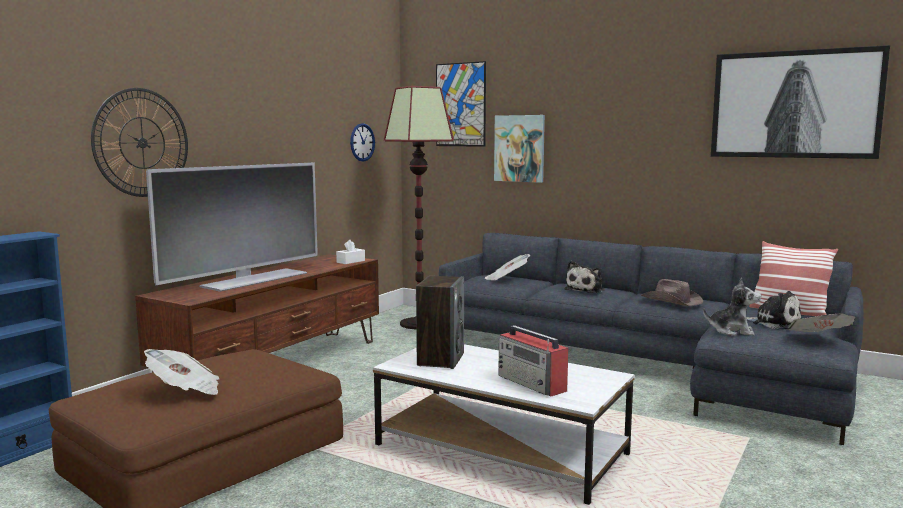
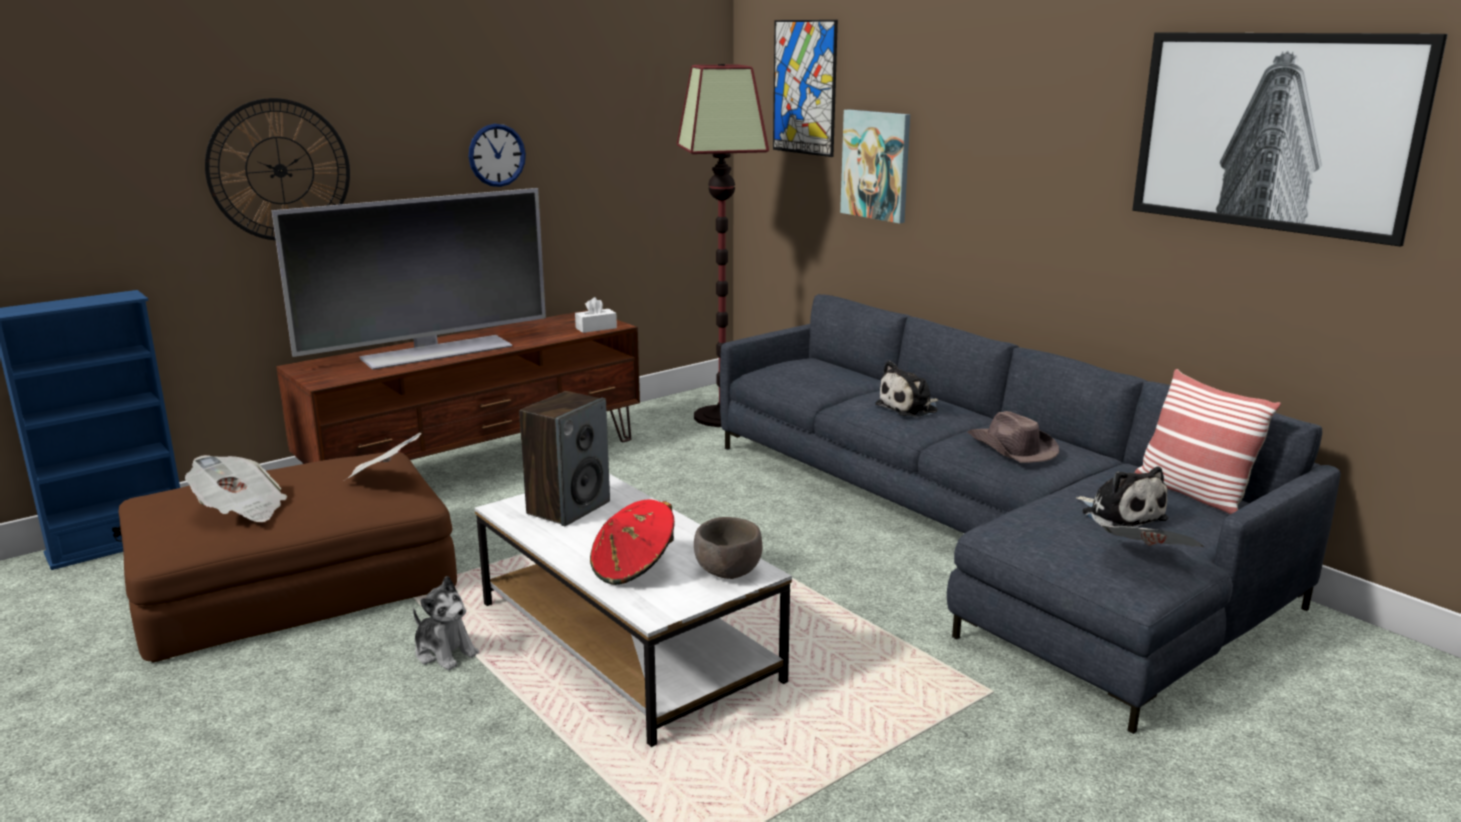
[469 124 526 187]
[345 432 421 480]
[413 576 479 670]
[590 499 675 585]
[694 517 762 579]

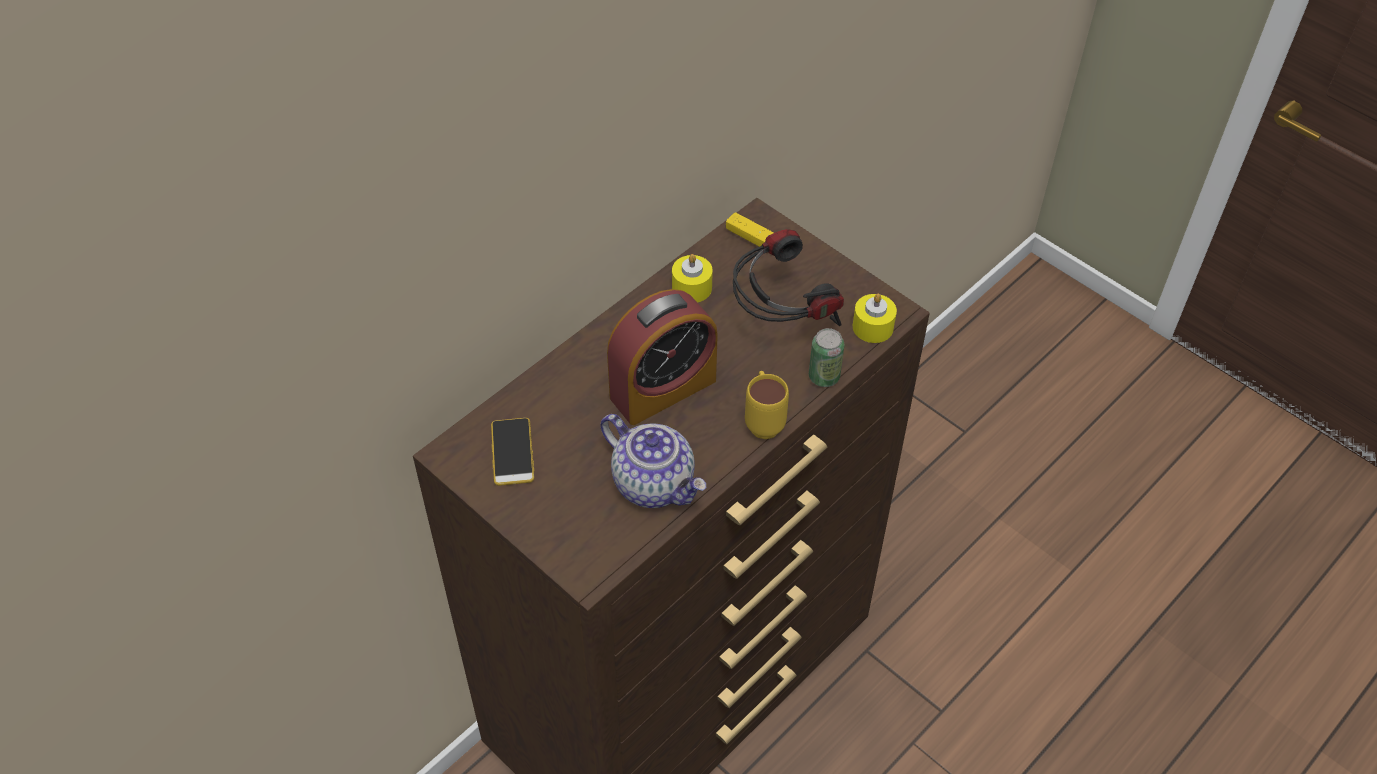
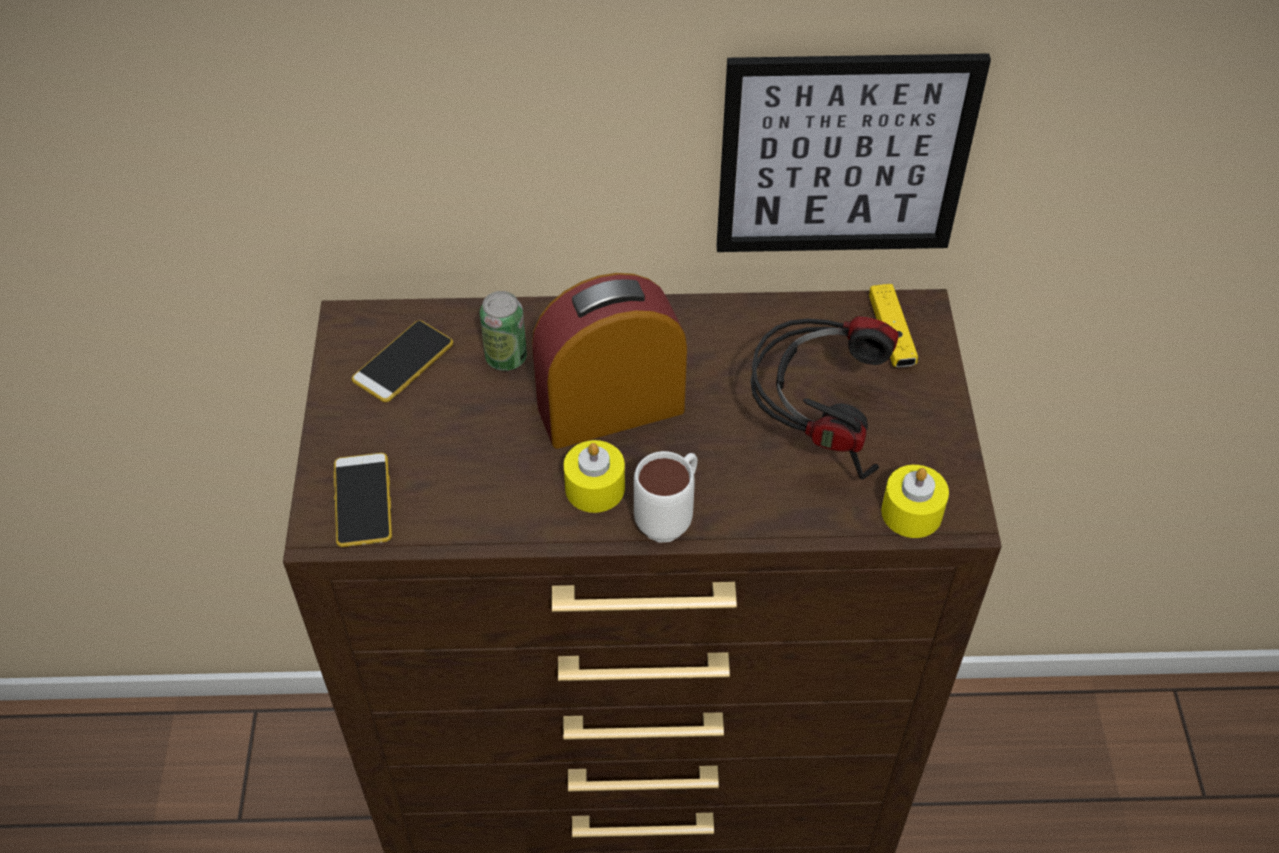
[564 440 625 513]
[532 273 687 449]
[480 291 527 371]
[634 451 698 543]
[600 414 706 508] (first image)
[717 53 991 252]
[334 453 392 547]

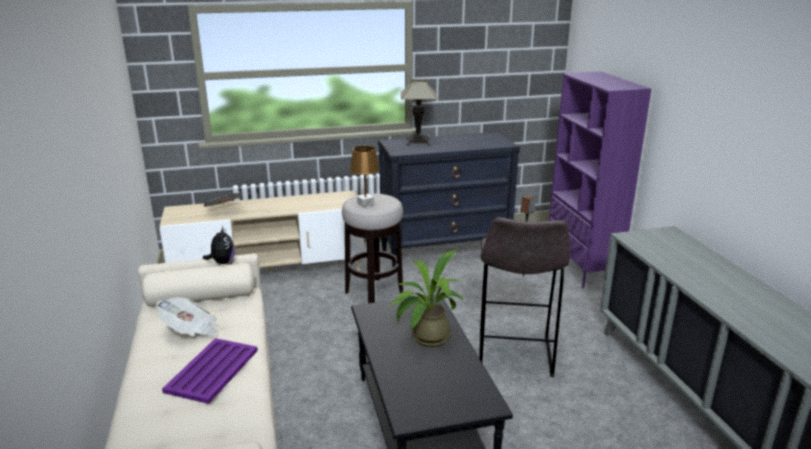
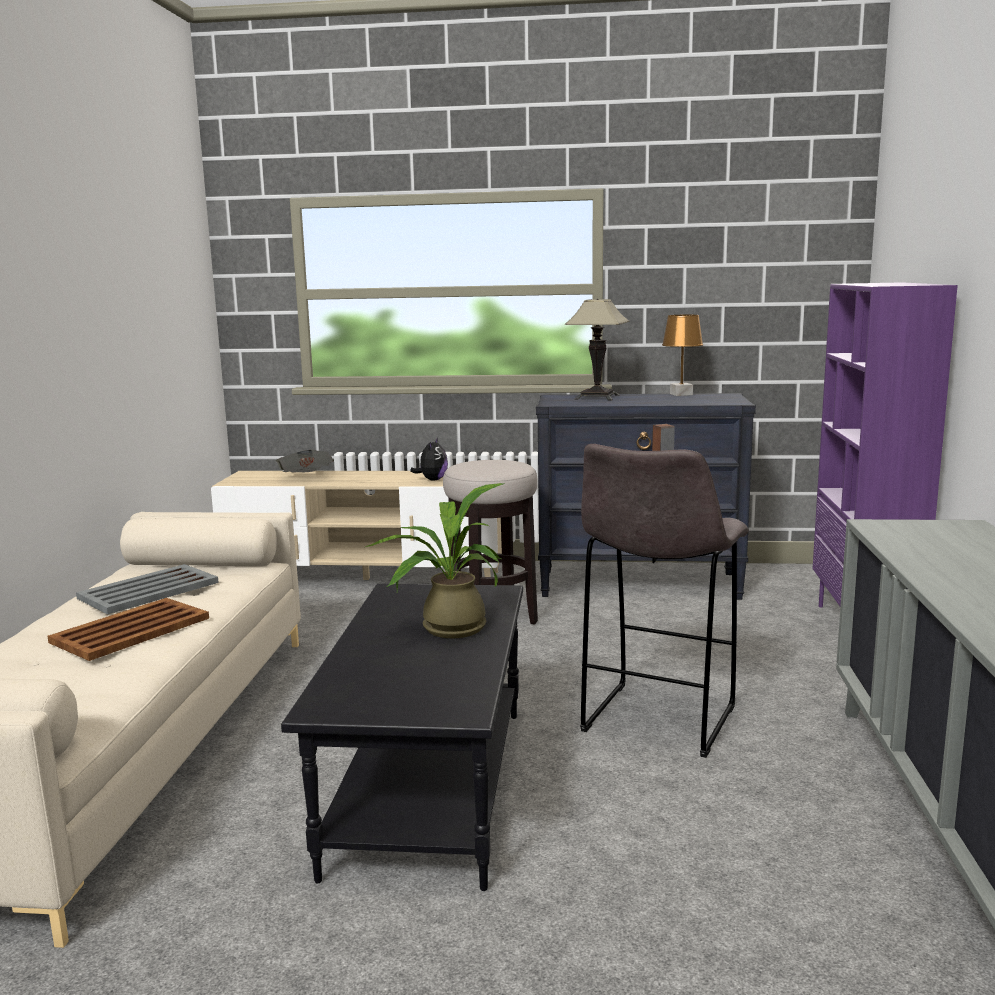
[662 315 703 396]
[410 437 448 481]
[76 564 219 614]
[47 598 209 661]

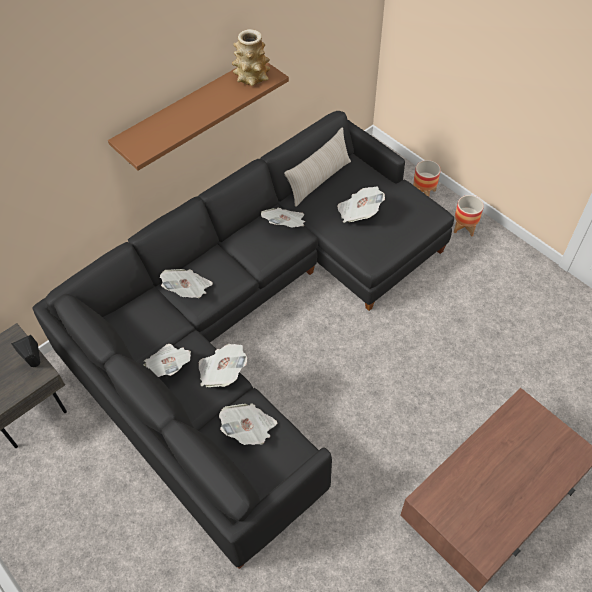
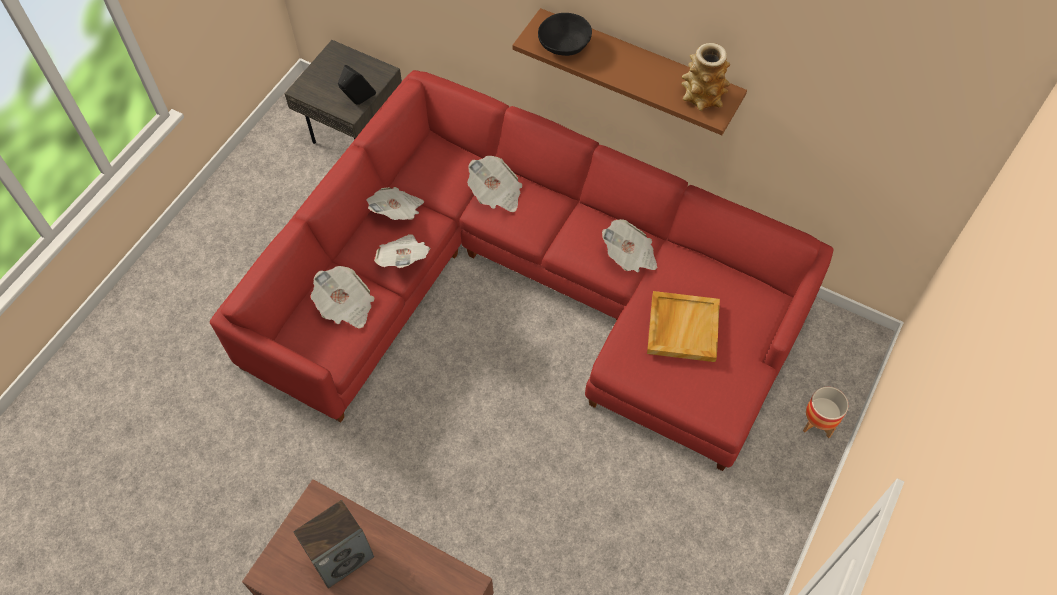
[210 70 834 471]
[284 127 351 207] (first image)
[647 291 720 362]
[454 195 484 237] (first image)
[538 13 592 56]
[294 500 374 588]

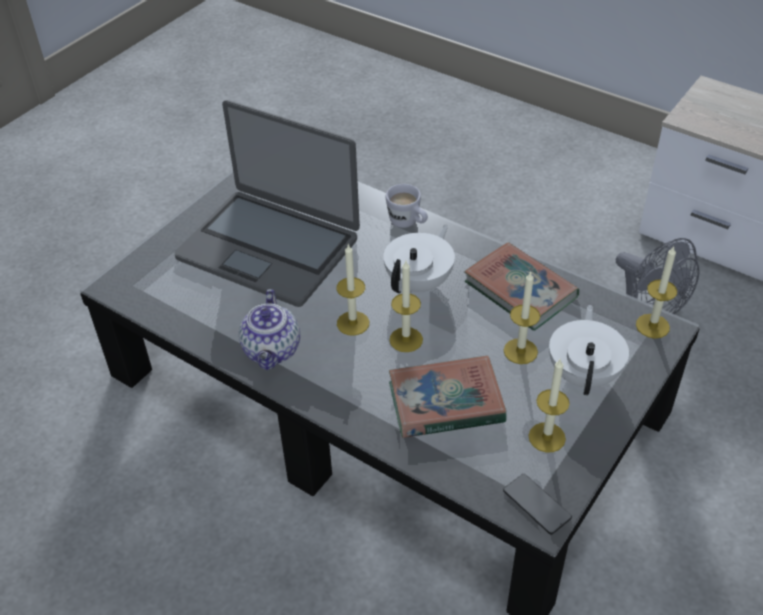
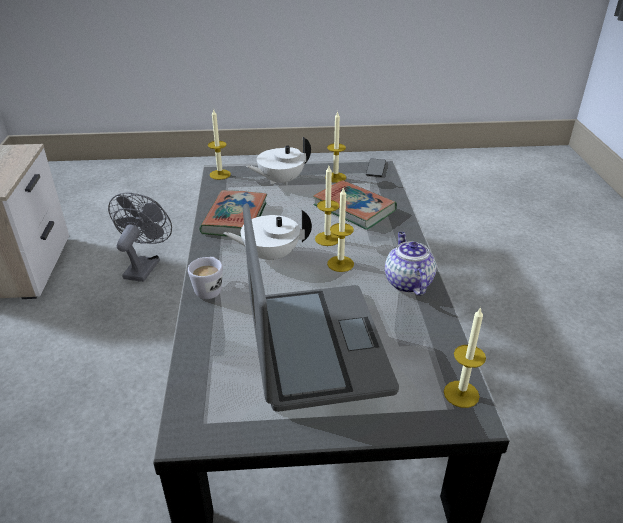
[444 307 486 408]
[385 232 436 296]

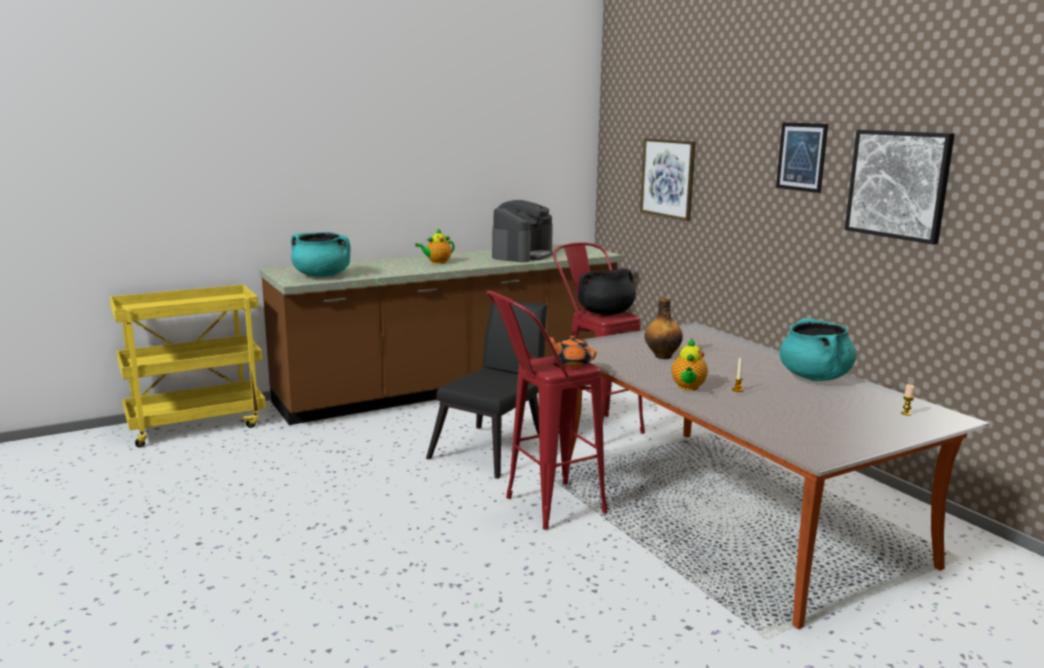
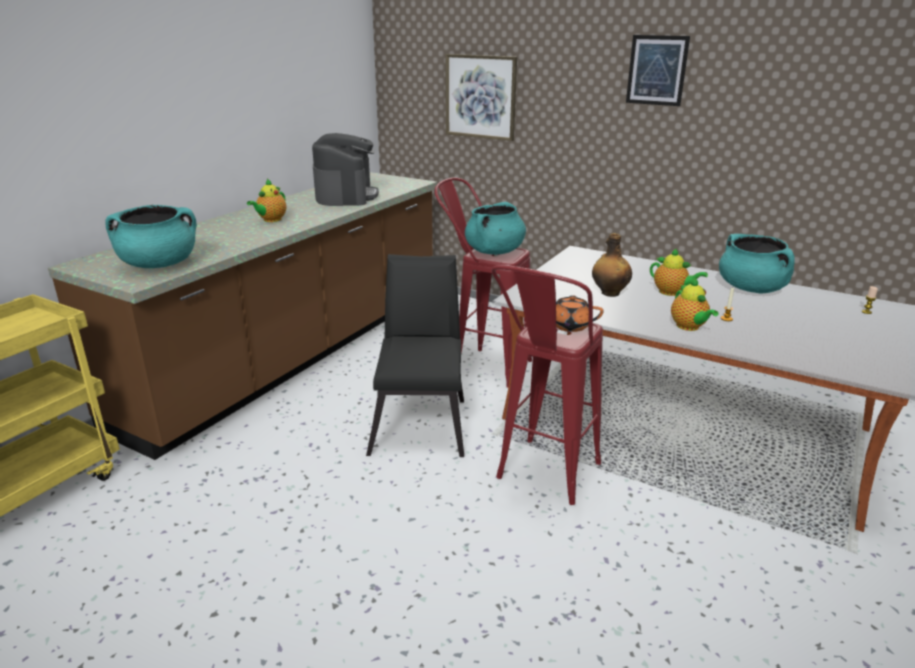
[845 130 955 244] (first image)
[465 202 526 255]
[650 248 708 296]

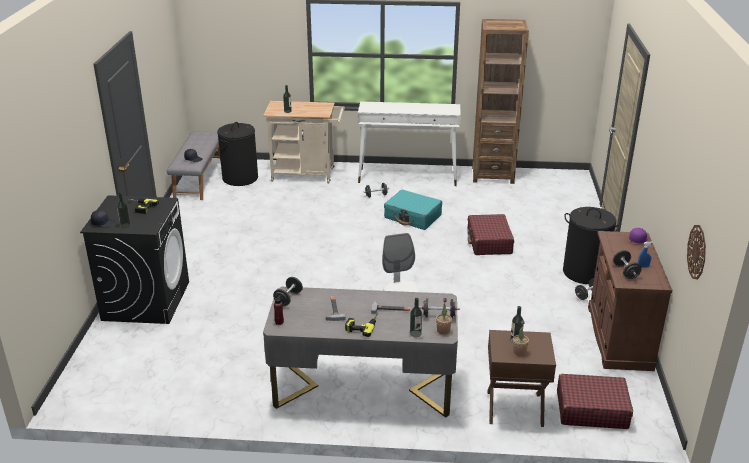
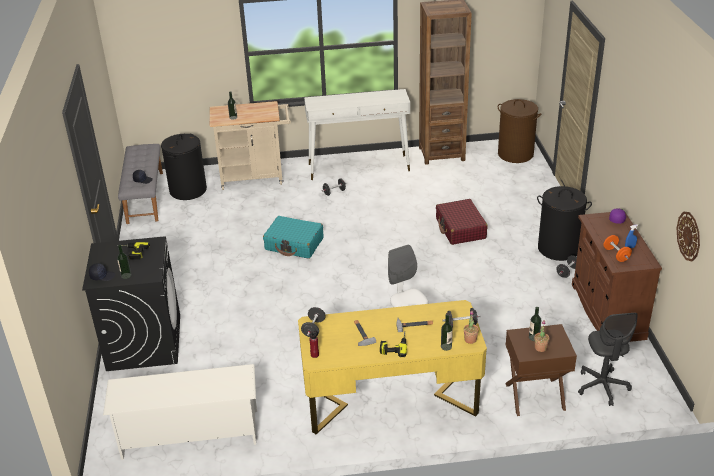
[263 216 324 259]
[604 235 632 262]
[298 300 487 434]
[578 313 638 406]
[498 99 542 163]
[103 364 257 460]

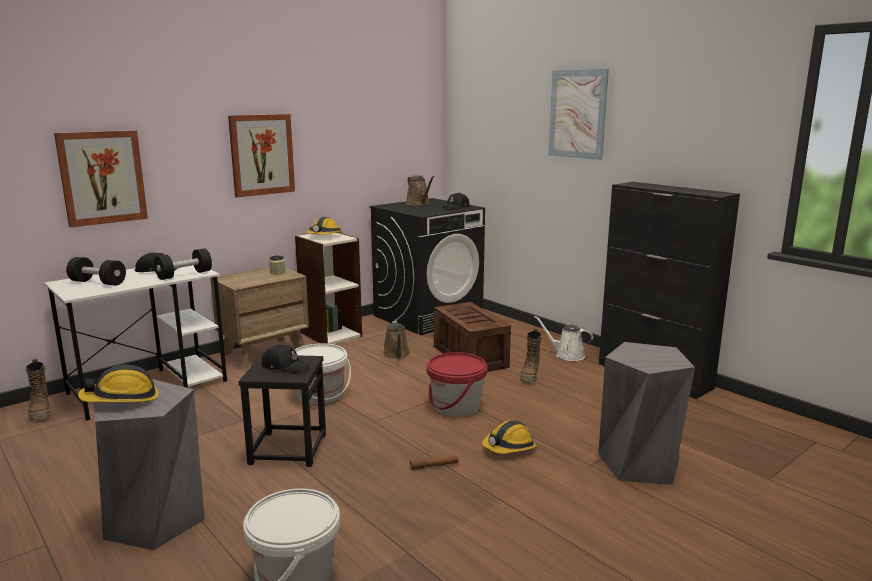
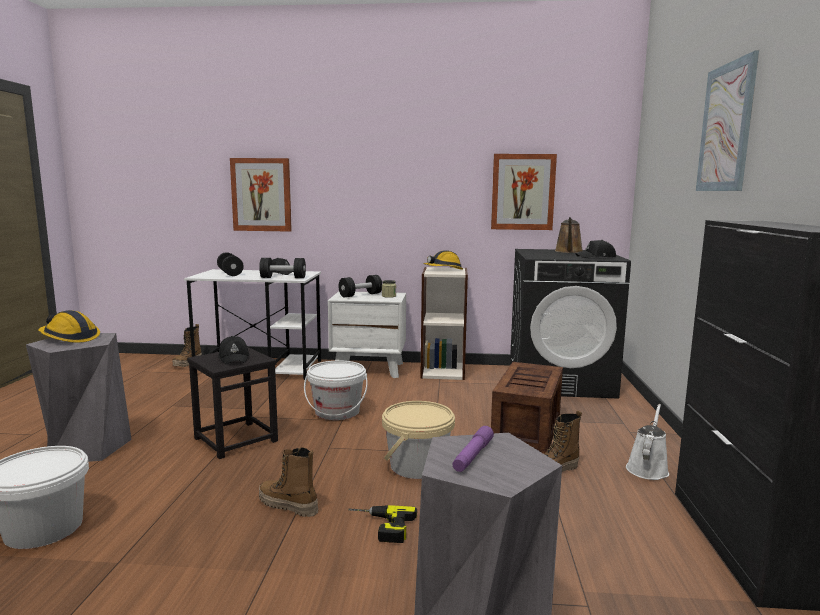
[491 154 557 230]
[328 291 406 378]
[626 404 669 480]
[383 321 410 359] (first image)
[382 401 455 479]
[348 505 417 543]
[259 447 318 517]
[339 275 382 297]
[452 426 494 472]

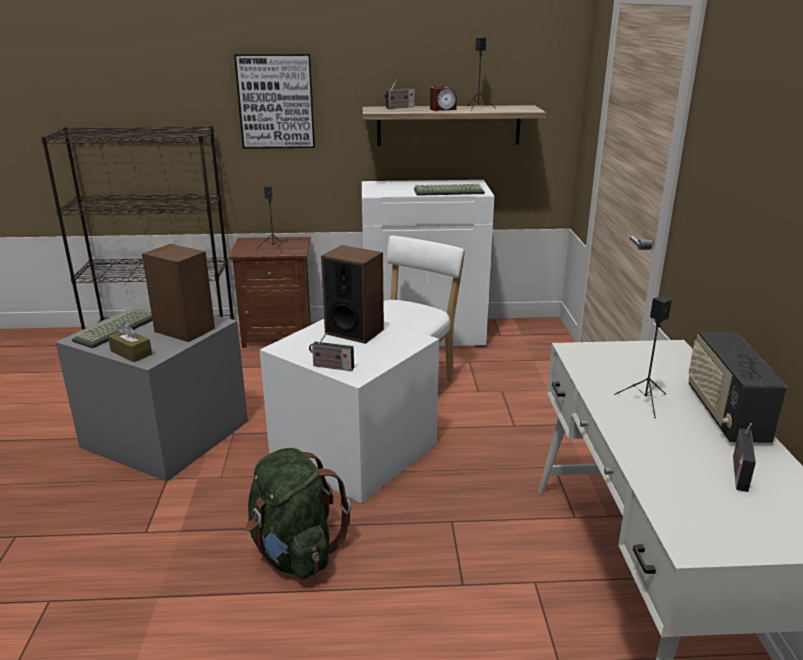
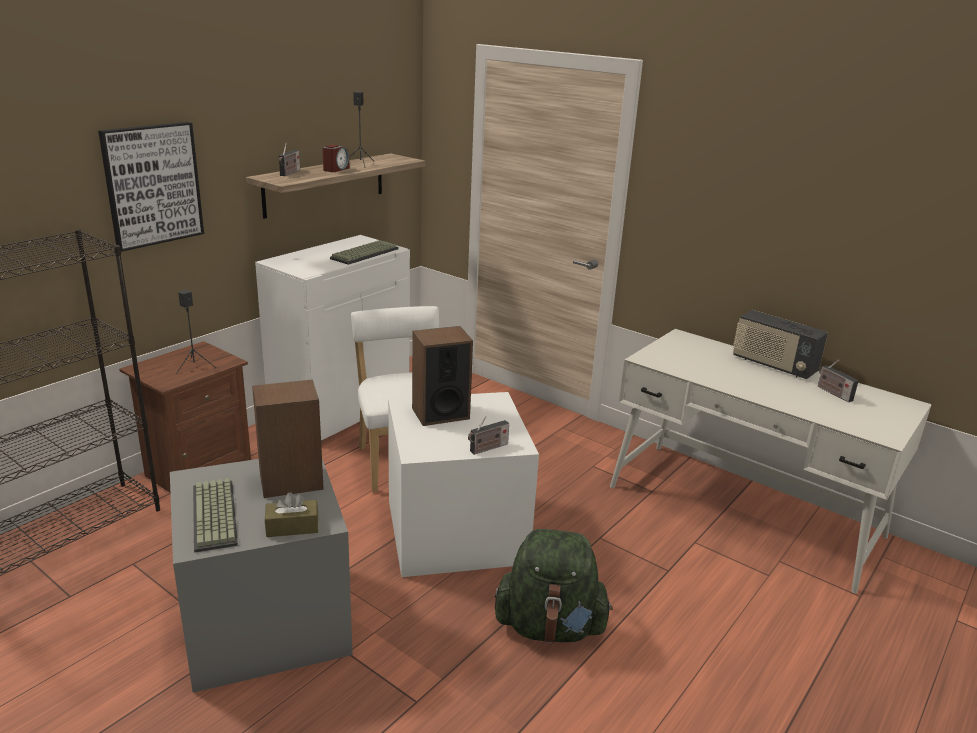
[614 296 672 418] (first image)

